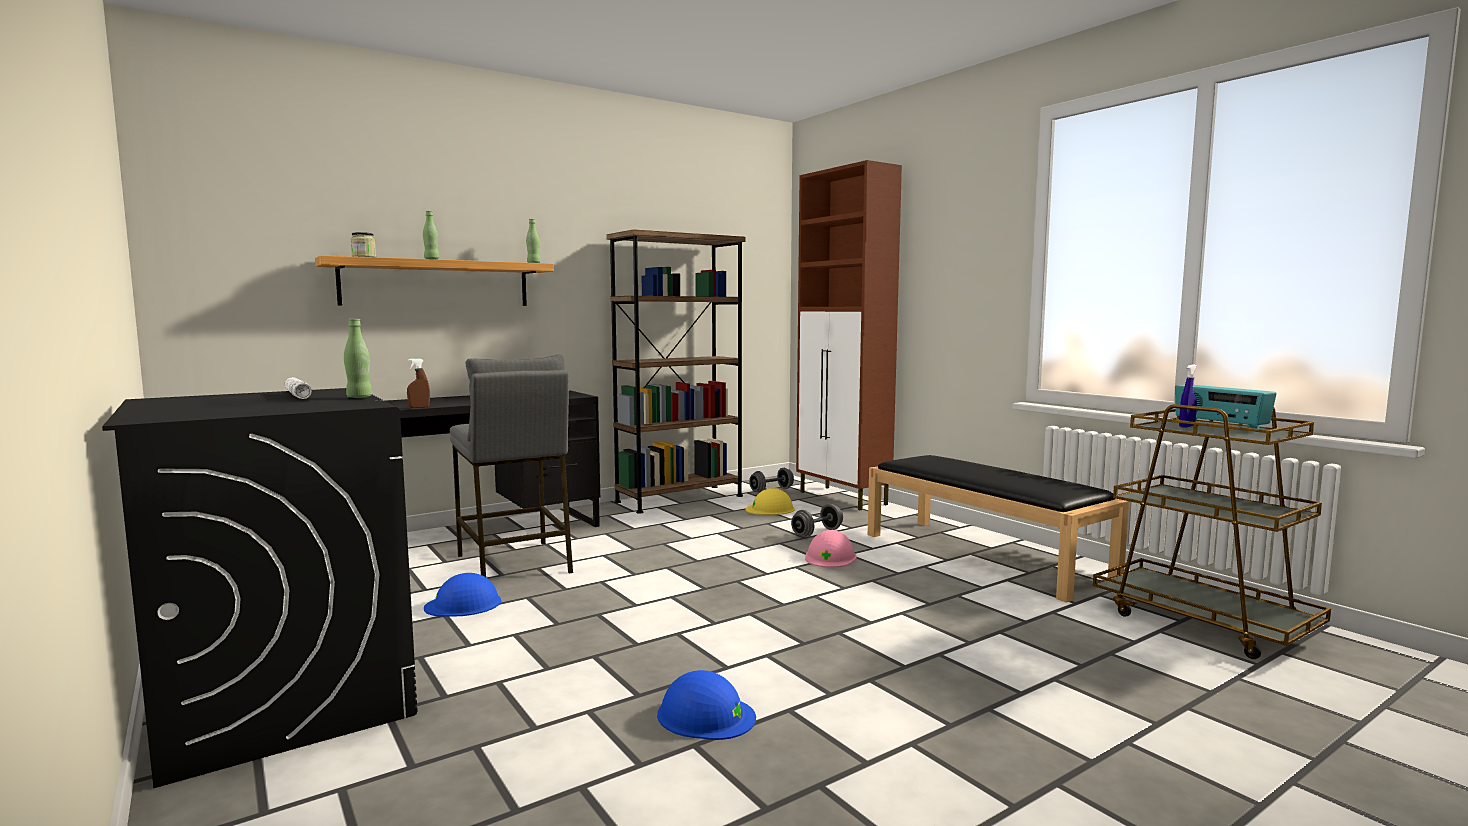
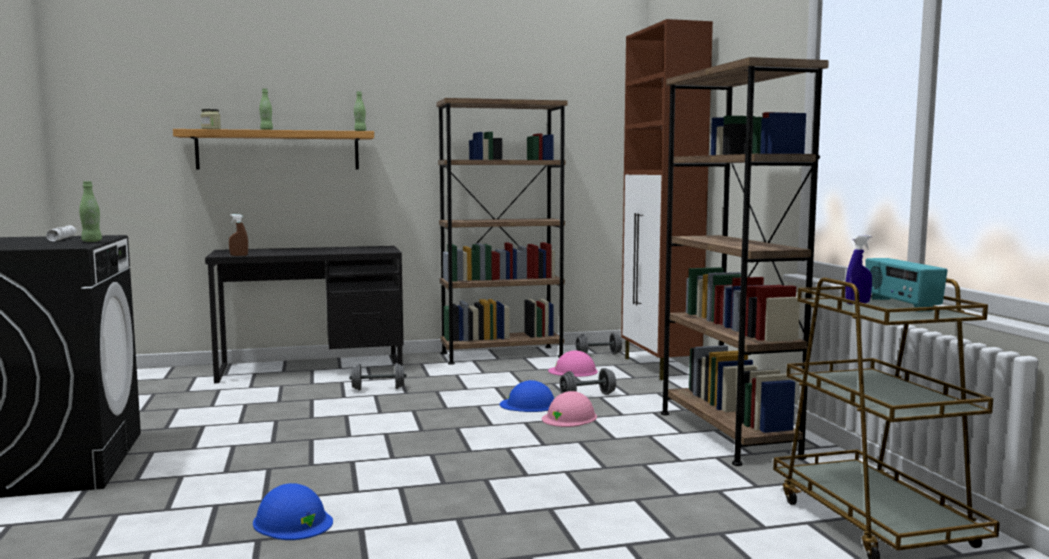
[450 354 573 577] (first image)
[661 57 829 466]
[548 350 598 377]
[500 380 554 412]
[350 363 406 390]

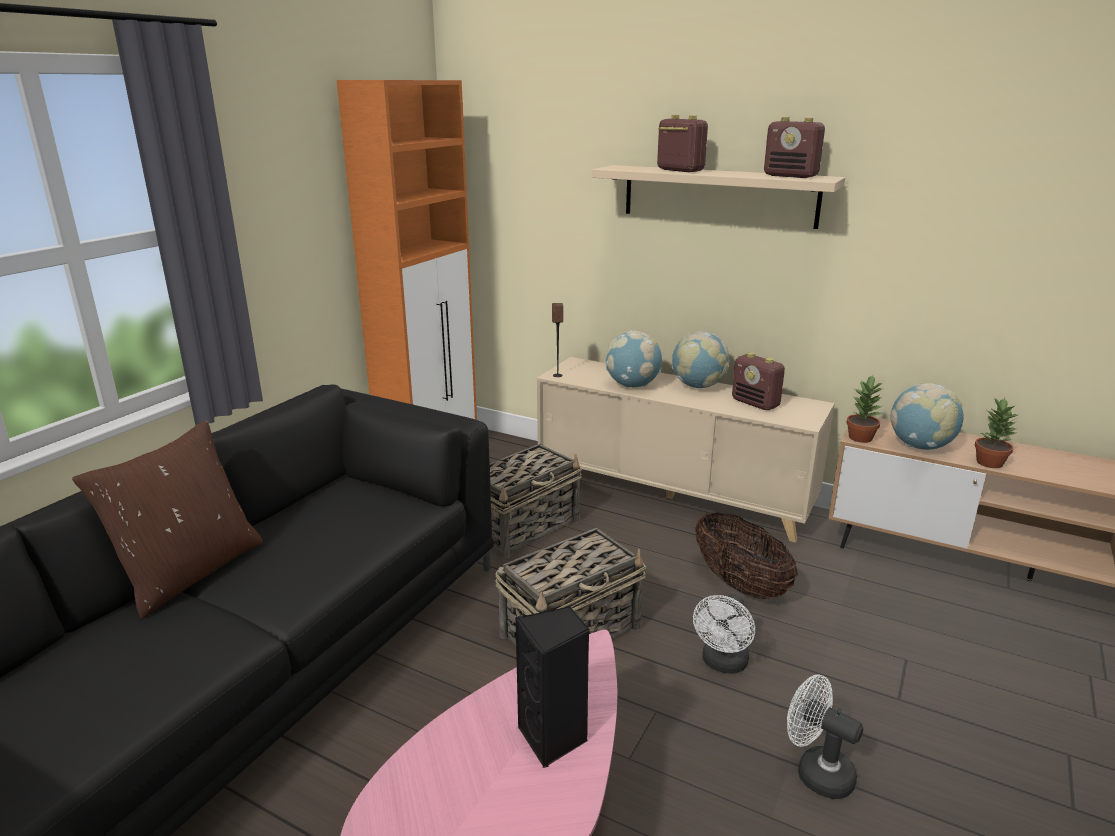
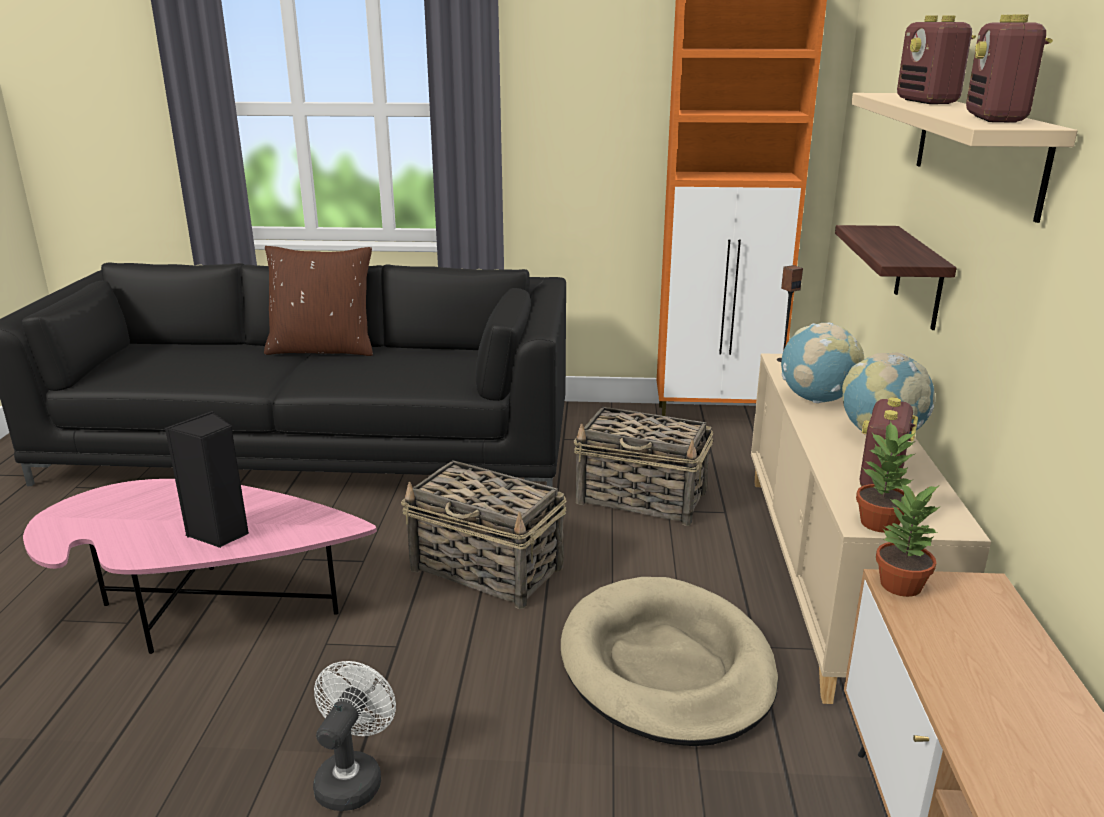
[897 15 976 104]
[890 383 964 450] (first image)
[856 422 915 533]
[561 577 778 746]
[693 594 755 674] (first image)
[835 225 957 330]

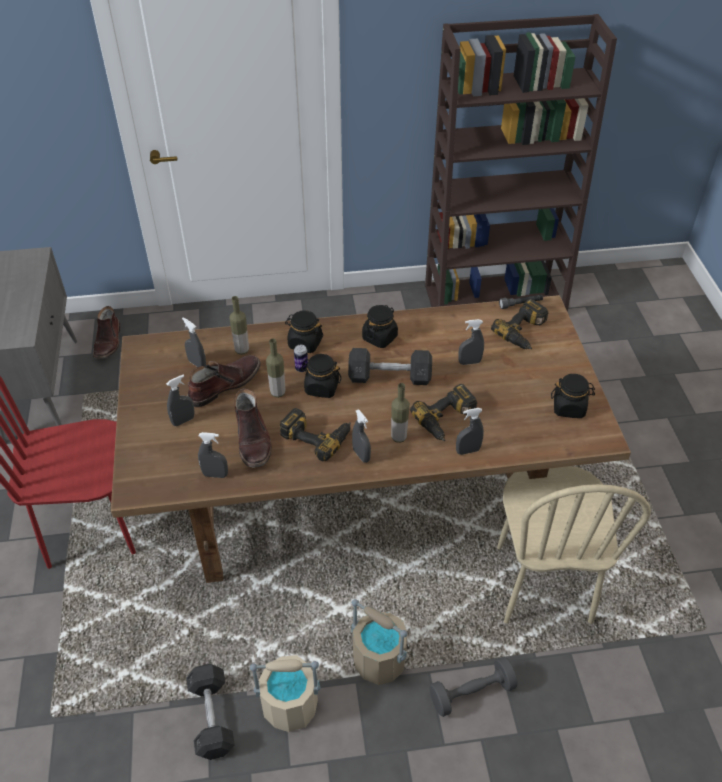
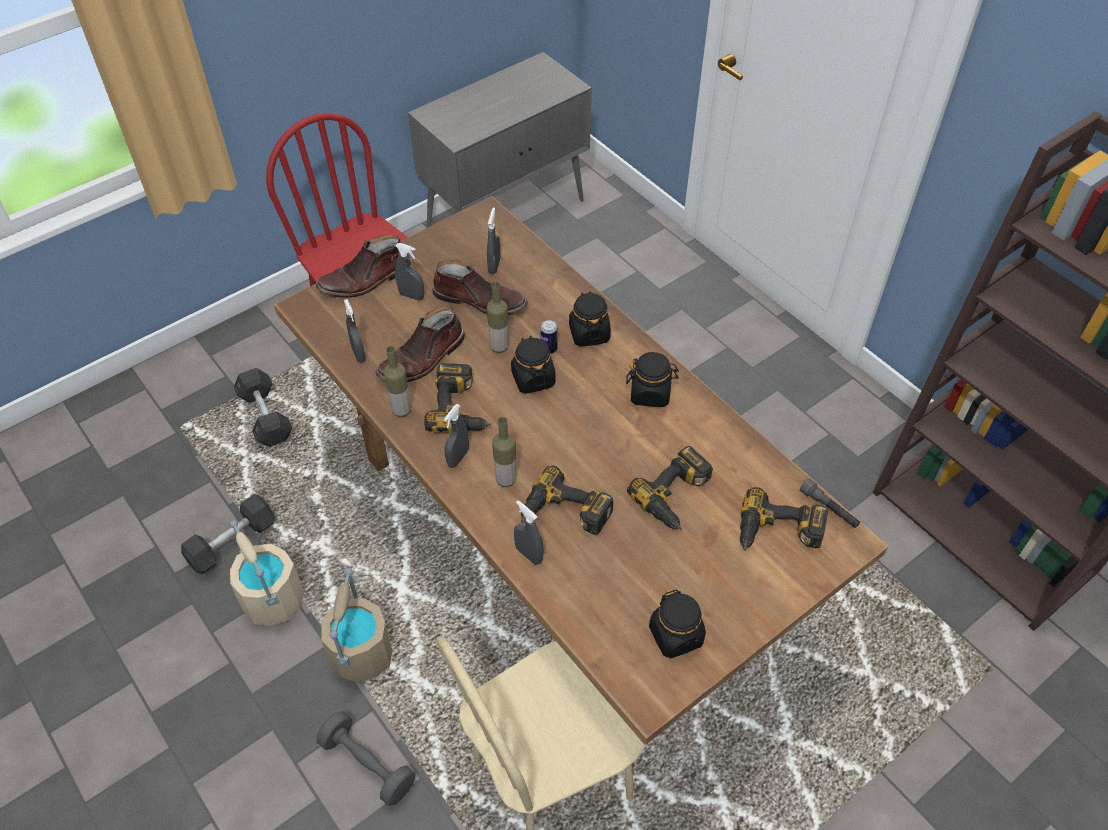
[384 346 411 417]
[316 235 411 298]
[627 446 713 530]
[234 368 292 447]

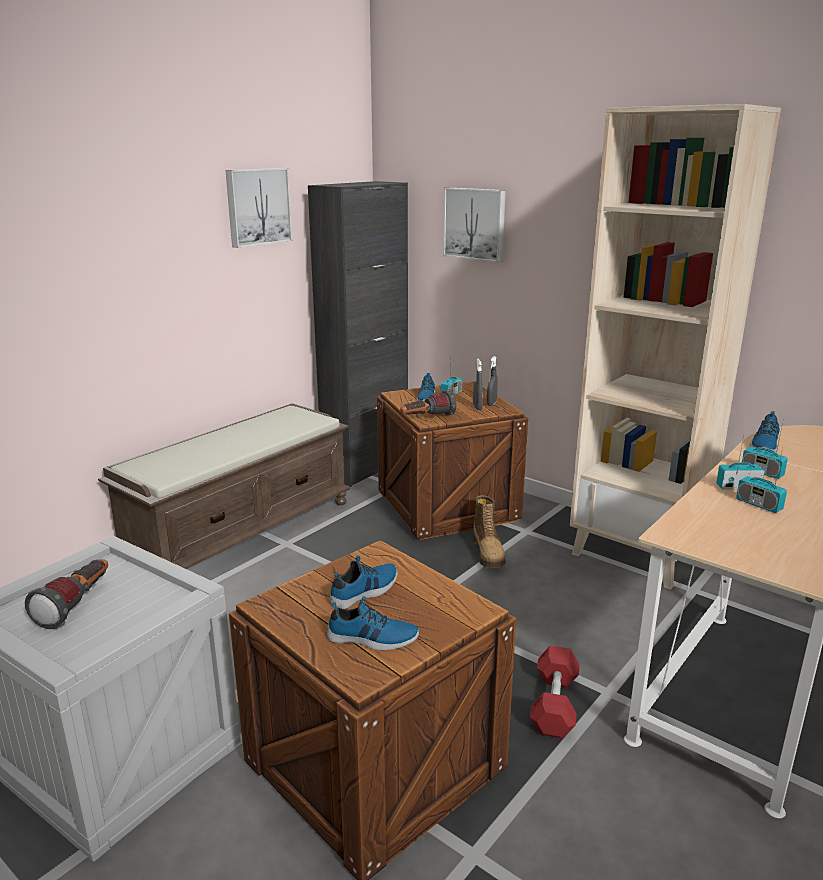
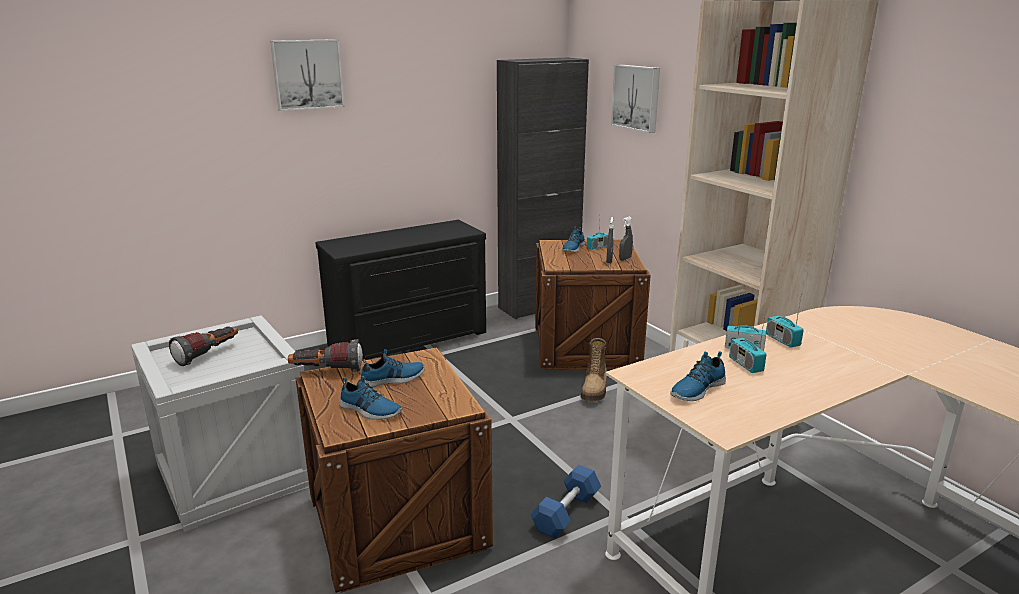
[270 39 344 111]
[288 339 363 372]
[316 220 486 361]
[670 351 726 401]
[531 465 601 539]

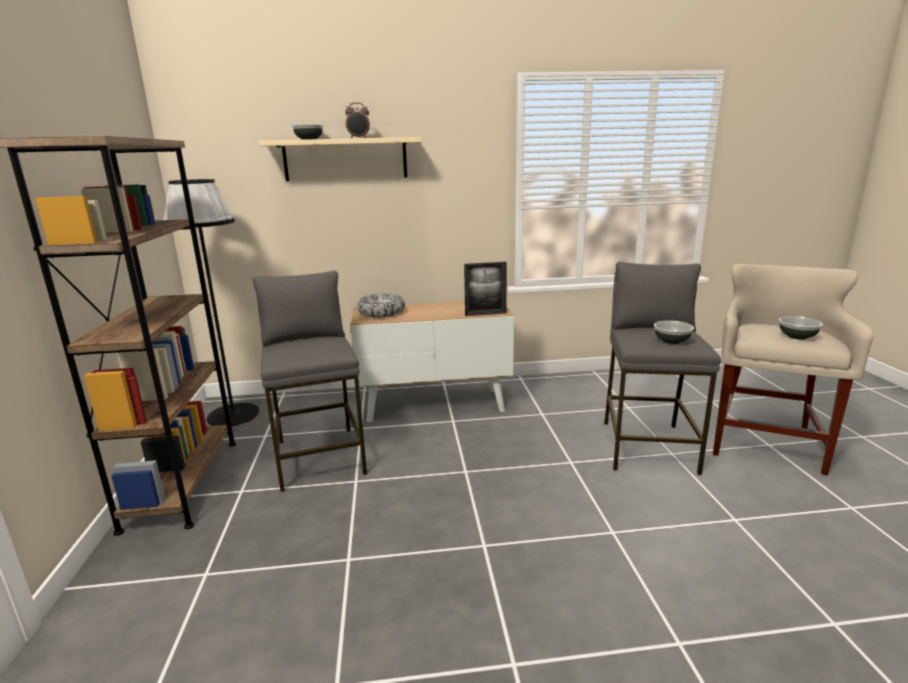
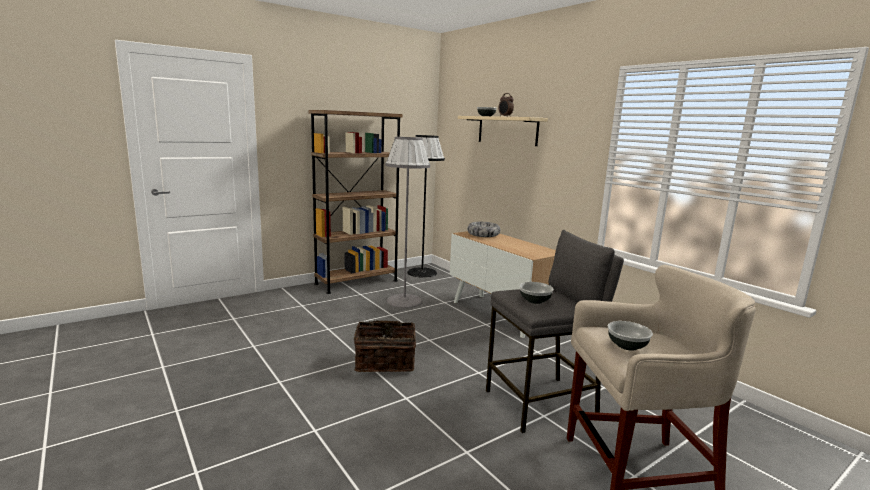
[464 262 507 316] (first image)
[386 137 430 308]
[354 319 416 372]

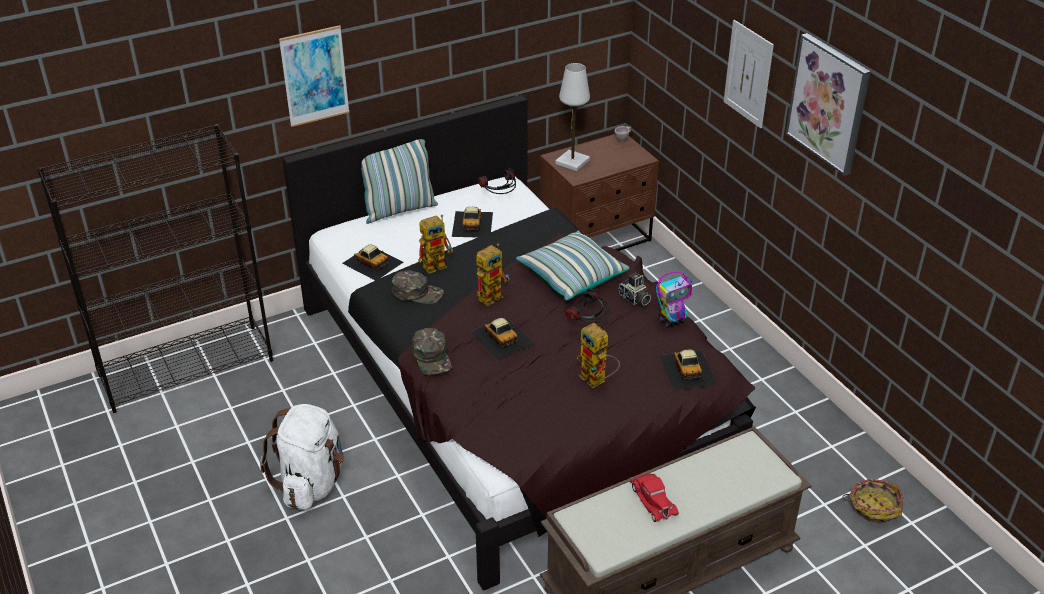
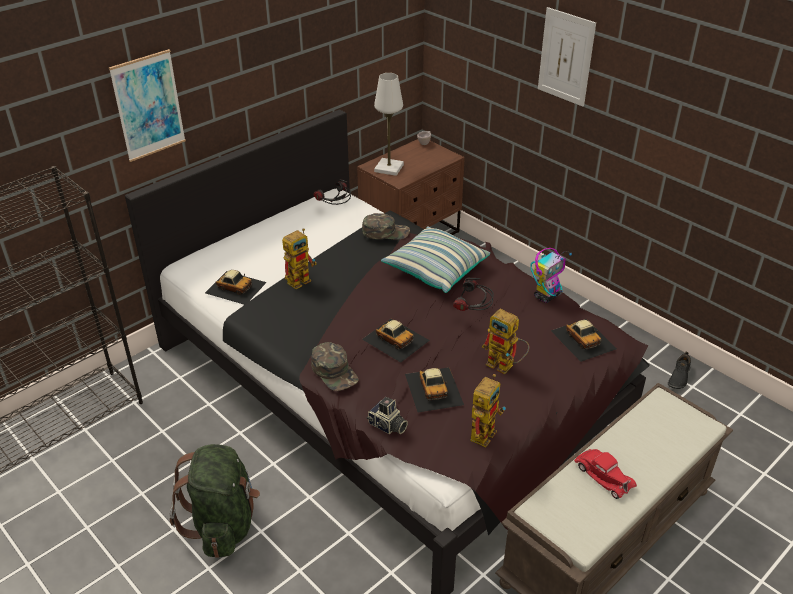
[786 33 871 176] (first image)
[361 139 438 224] (first image)
[405 367 464 412]
[470 374 506 447]
[362 213 410 240]
[367 397 408 434]
[170 444 260 558]
[842 479 903 523] (first image)
[668 352 691 389]

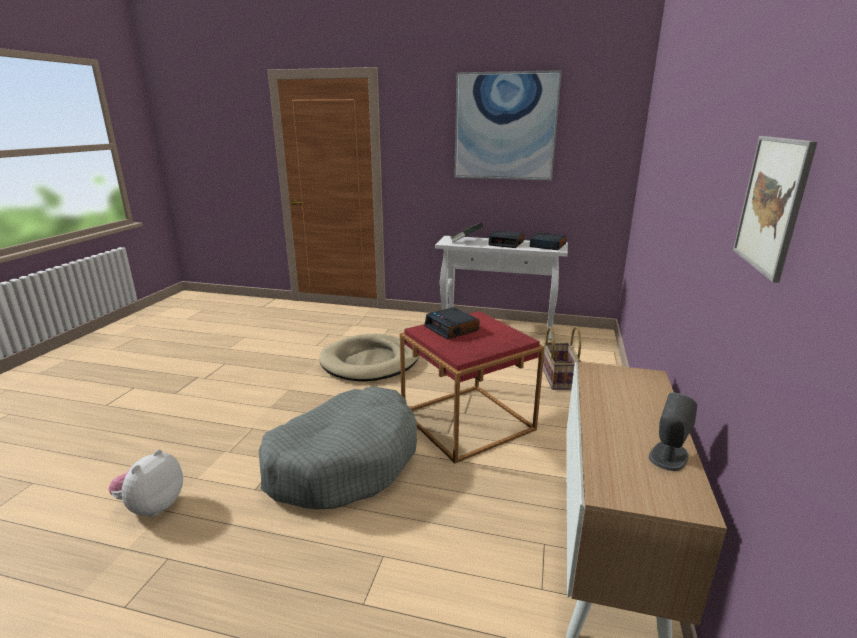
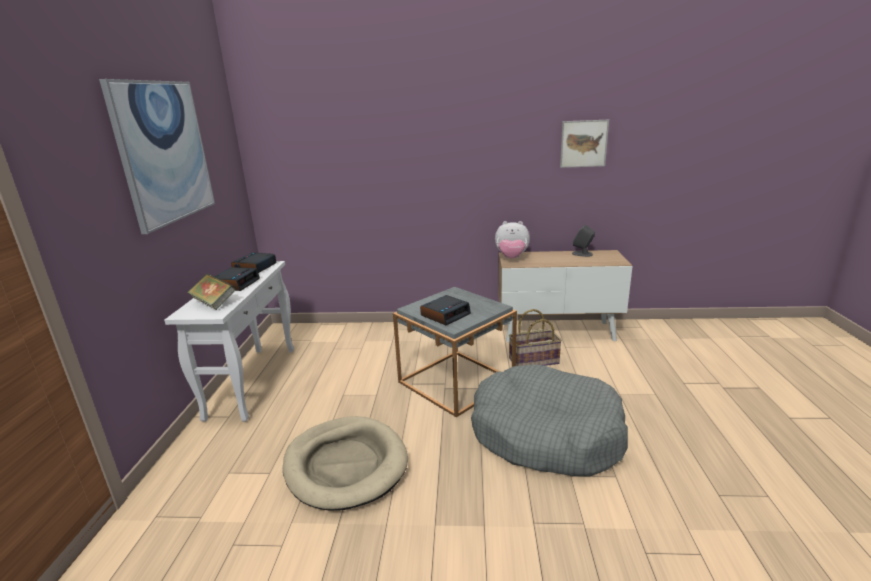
[393 287 517 417]
[509 309 562 366]
[495 221 530 258]

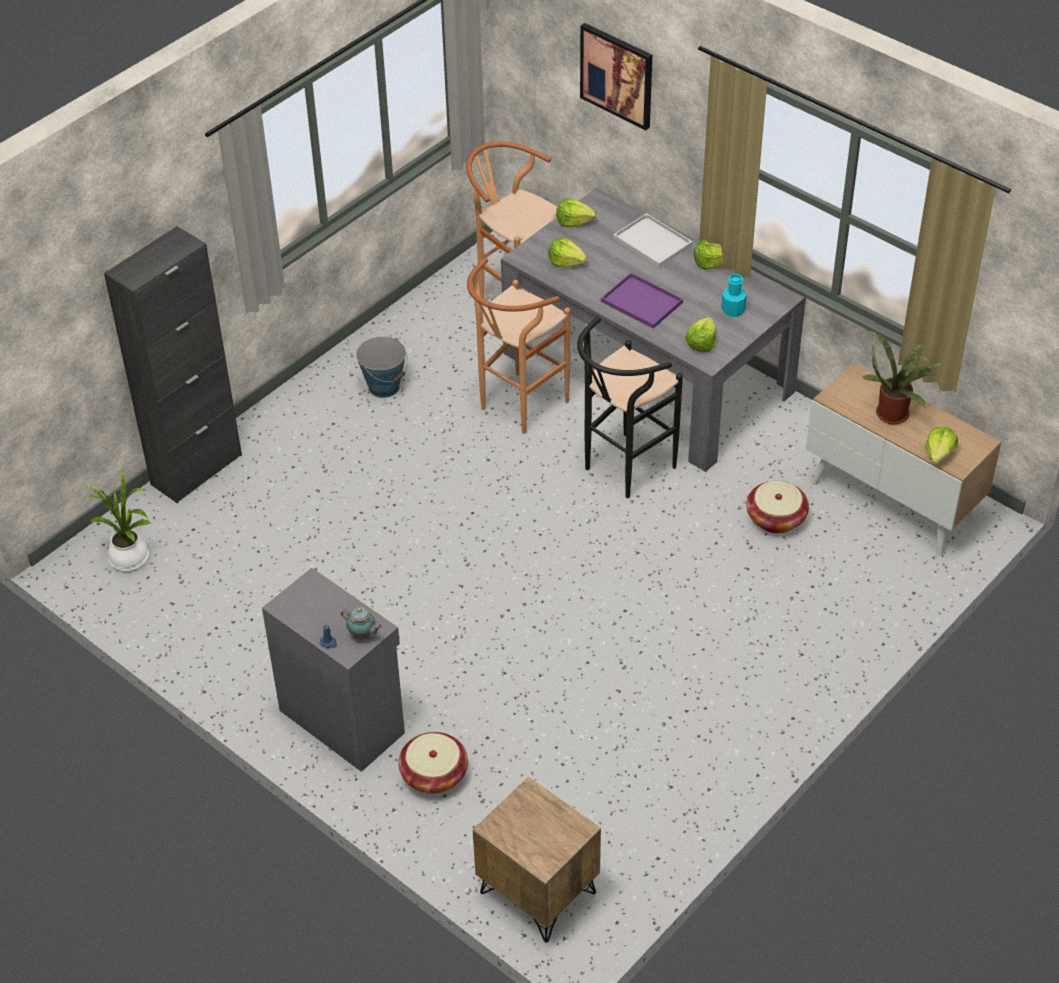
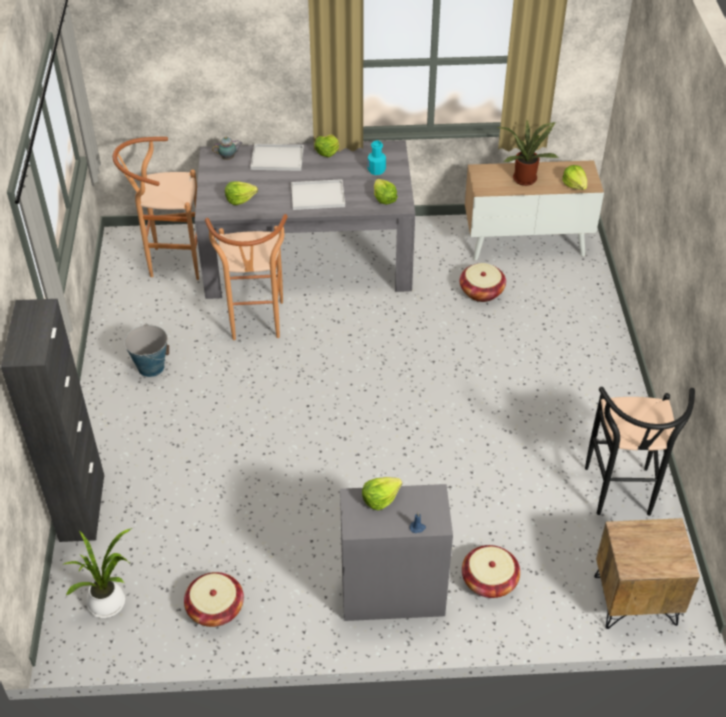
[580 23 652 130] (first image)
[362 477 402 510]
[291 179 345 210]
[585 387 695 516]
[212 137 242 160]
[184 572 244 627]

